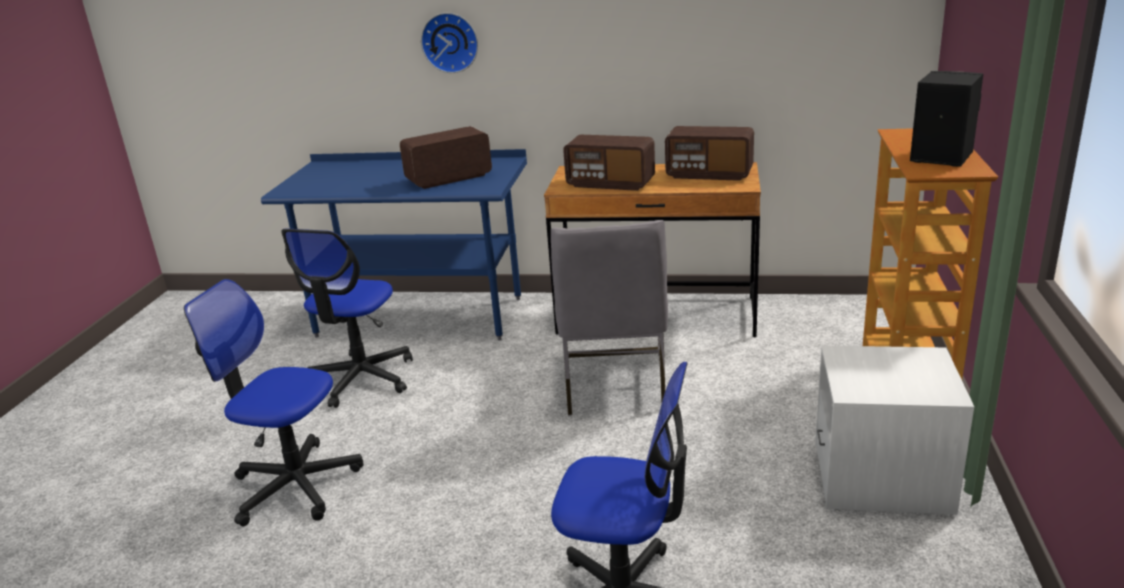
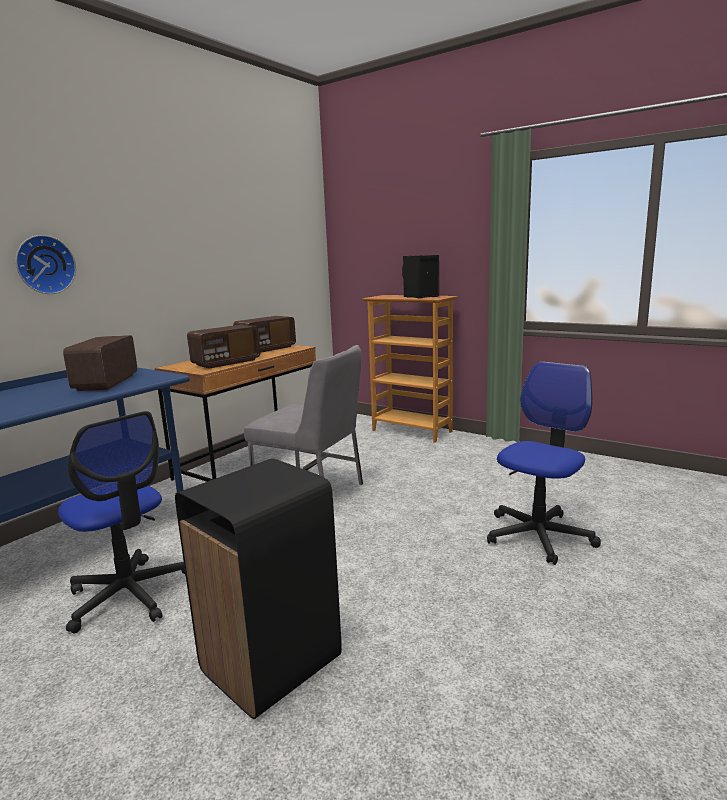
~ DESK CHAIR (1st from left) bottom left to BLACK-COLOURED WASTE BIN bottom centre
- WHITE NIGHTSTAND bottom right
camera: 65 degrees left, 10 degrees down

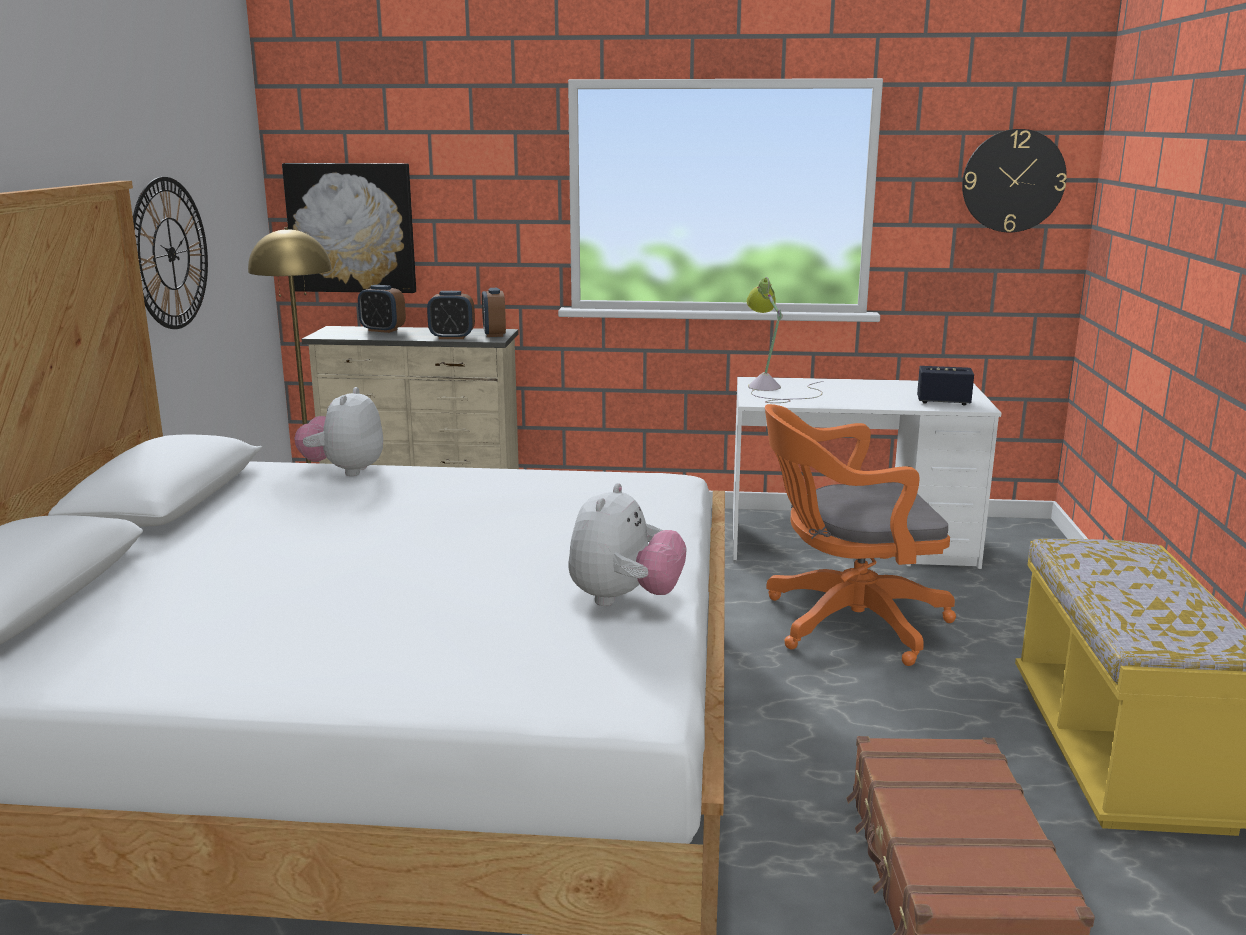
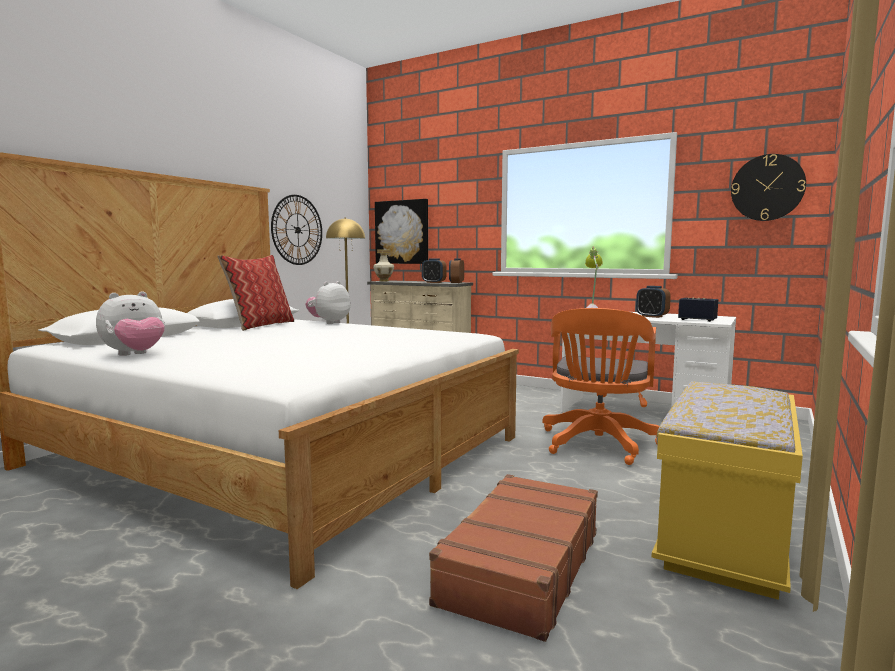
~ BEDSIDE CLOCK (1st from left in the first image) top left to BEDSIDE CLOCK (3rd from left) middle right
~ ORANGE-COLOURED DESK CHAIR middle right = middle right 90 degrees counterclockwise
~ CUDDLY TOY (2nd from left in the first image) centre to CUDDLY TOY (1st from left) middle left
+ FLOWER VASE centre
+ PILLOW middle left
camera: 25 degrees right, 10 degrees down

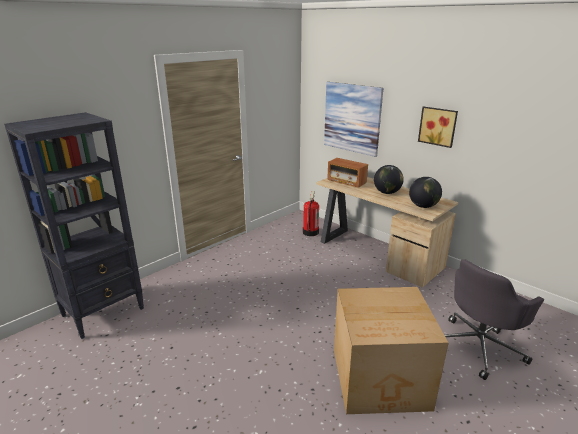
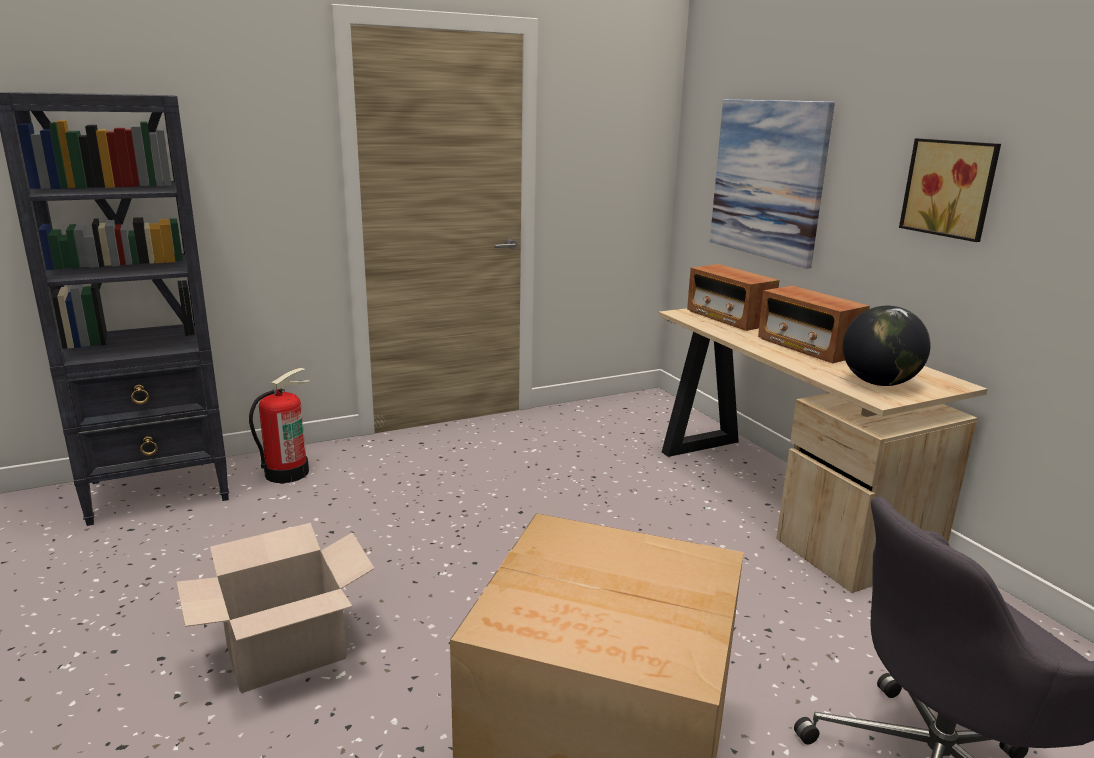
~ DESK GLOBE (1st from left) middle right to RADIO (2nd from left) middle right
~ EXTINGUISHER centre to middle left
+ CARDBOARD BOX (1st from left) bottom left
camera: 20 degrees right, 5 degrees down

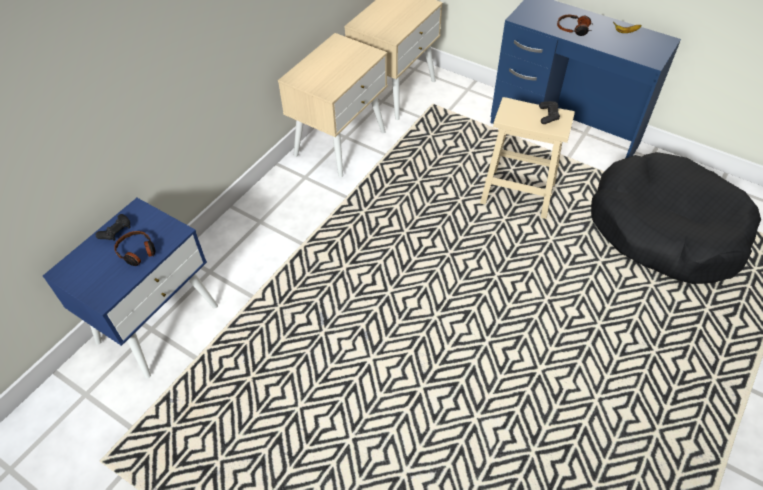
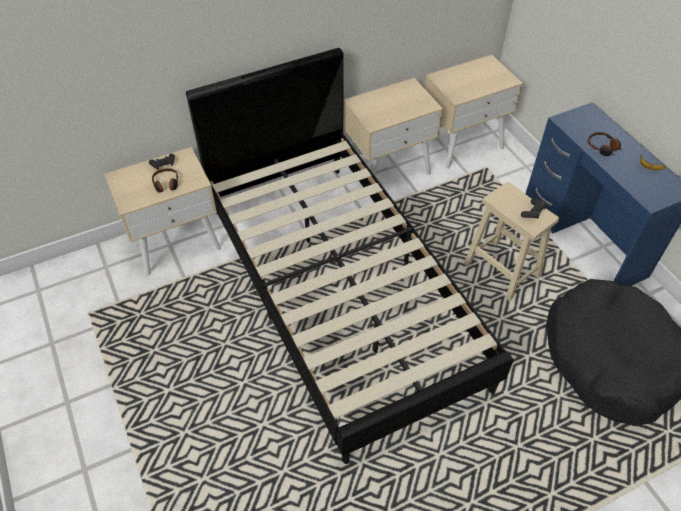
~ BLUISH NIGHTSTAND middle left to SAND-COLOURED NIGHTSTAND (1st from left) middle left
+ BLACK-COLOURED BED centre
camera: 30 degrees right, 0 degrees up

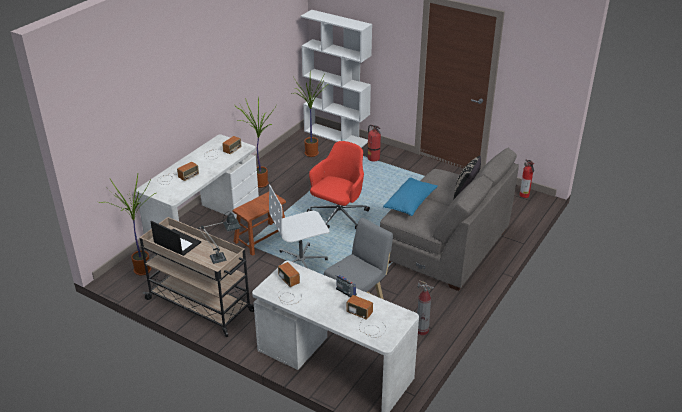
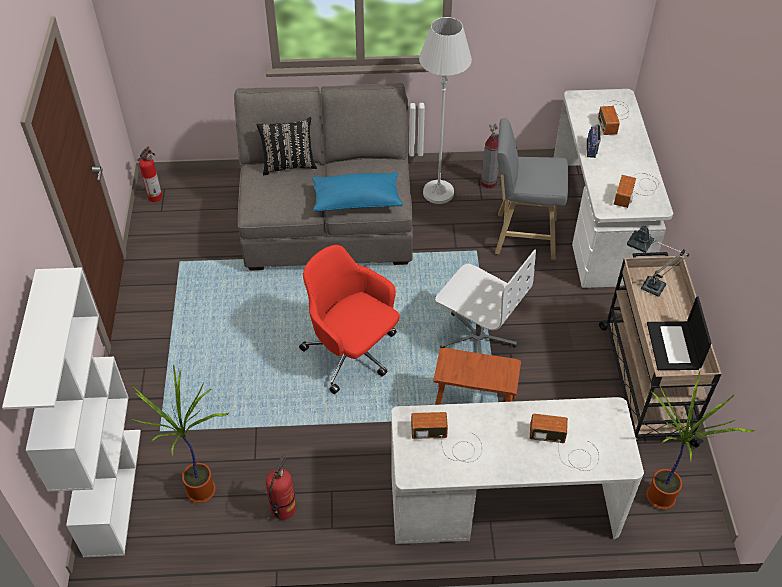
- POTTED PLANT (2nd from left) centre
~ EXTINGUISHER (1st from left in the first image) centre to EXTINGUISHER (2nd from left) bottom centre
~ RED DESK CHAIR centre = centre 45 degrees clockwise
+ WHITE STANDING LAMP top centre
camera: 125 degrees left, 15 degrees up

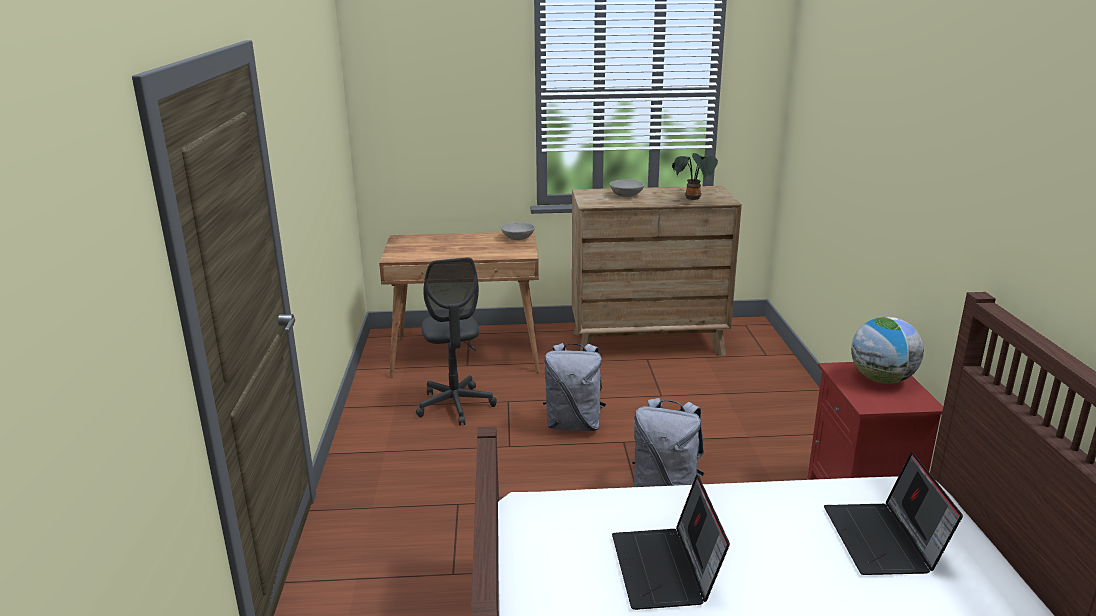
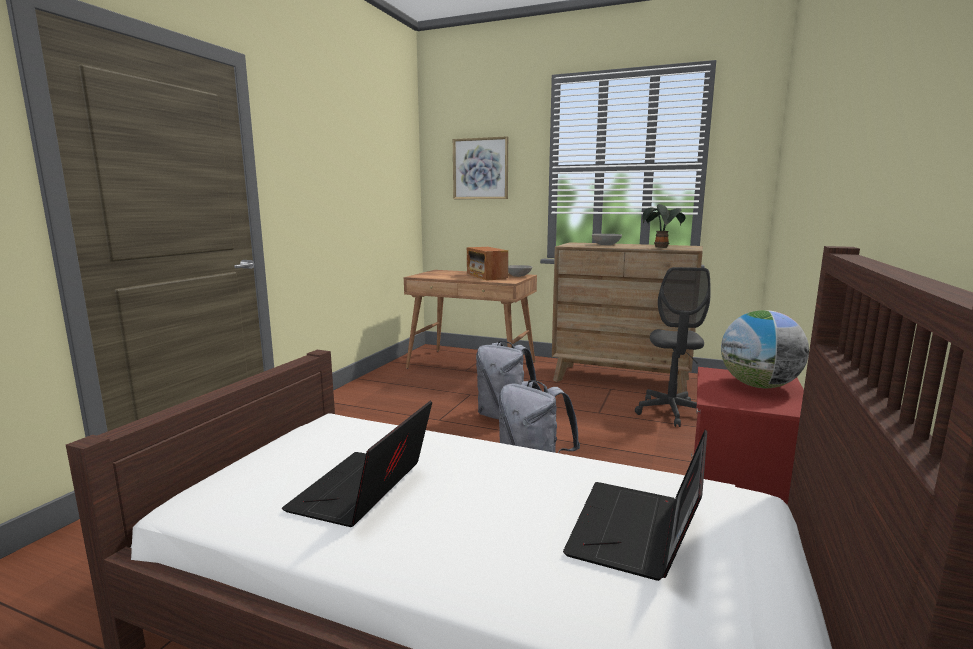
~ GREY DESK CHAIR centre to middle right
+ PICTURE top centre
+ RADIO centre
camera: 25 degrees right, 10 degrees down

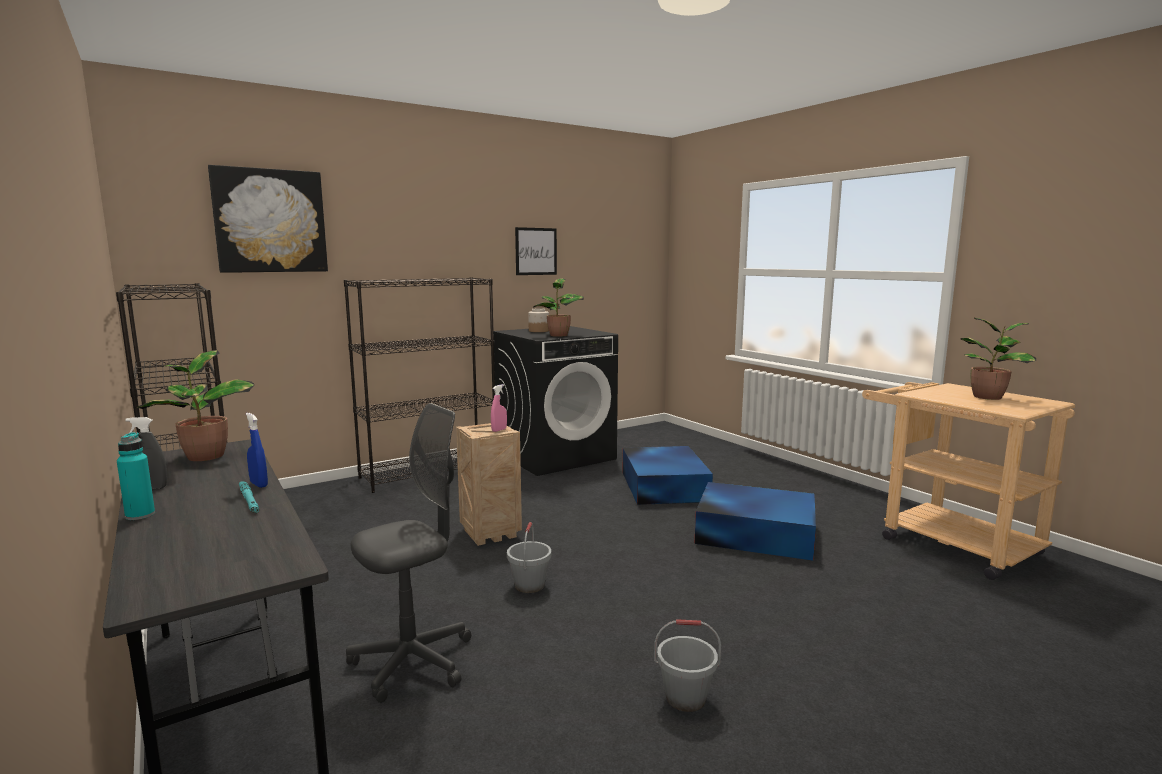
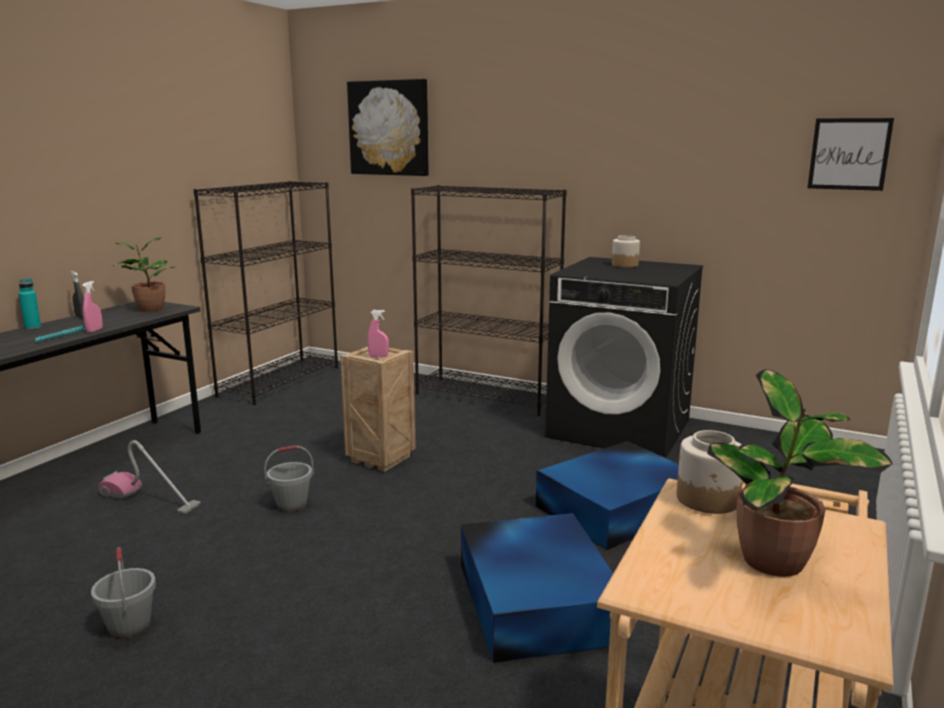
~ PICTURE (2nd from left) top centre to top right
- POTTED PLANT (2nd from left) centre
~ GREY DESK CHAIR bottom centre to VACUUM CLEANER bottom left
~ BLUISH SPRAY BOTTLE middle left to PINK-COLOURED SPRAY BOTTLE (1st from left) middle left
+ STORAGE JAR (2nd from left) bottom right
camera: 60 degrees right, 5 degrees up

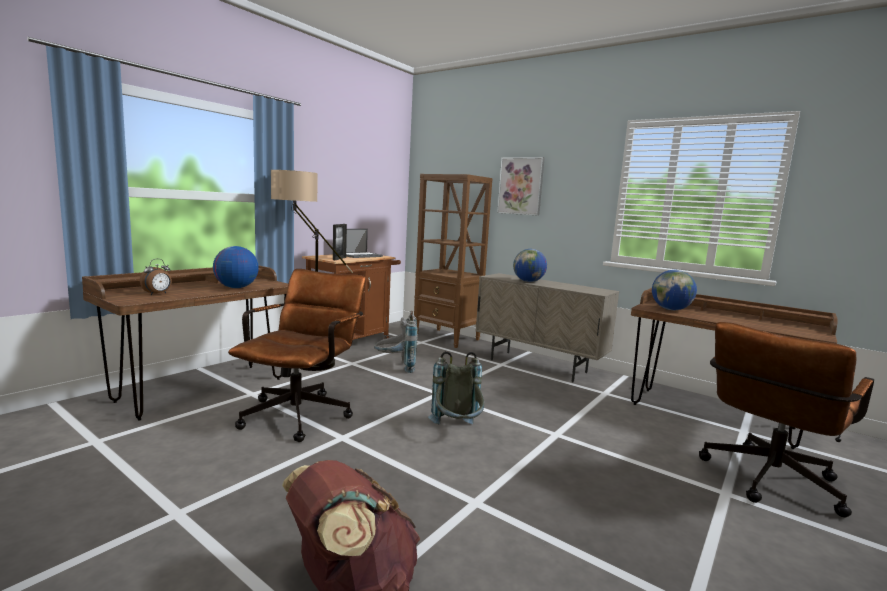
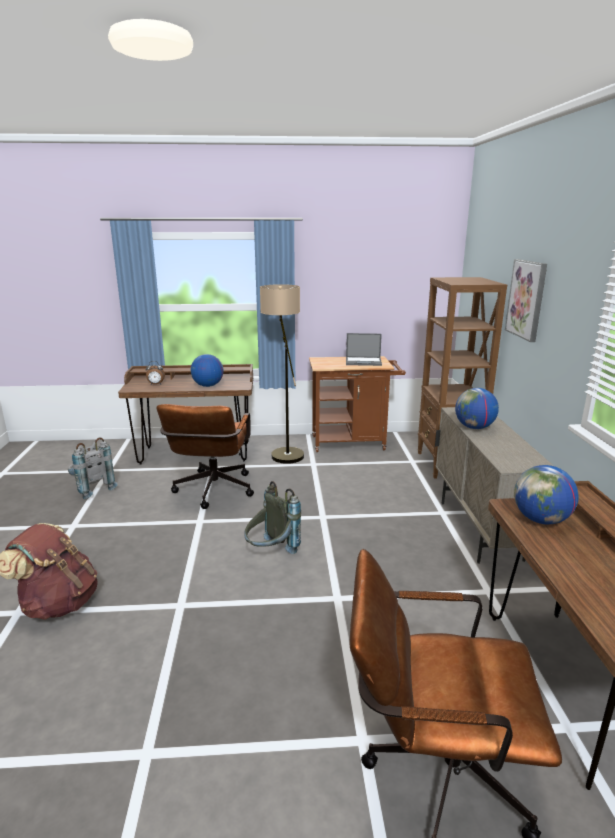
- STANDING FRAME centre
~ BROWN DESK CHAIR (1st from left) centre = centre 120 degrees clockwise
~ GREY RUCKSACK (1st from left) centre to middle left
camera: 50 degrees right, 10 degrees up

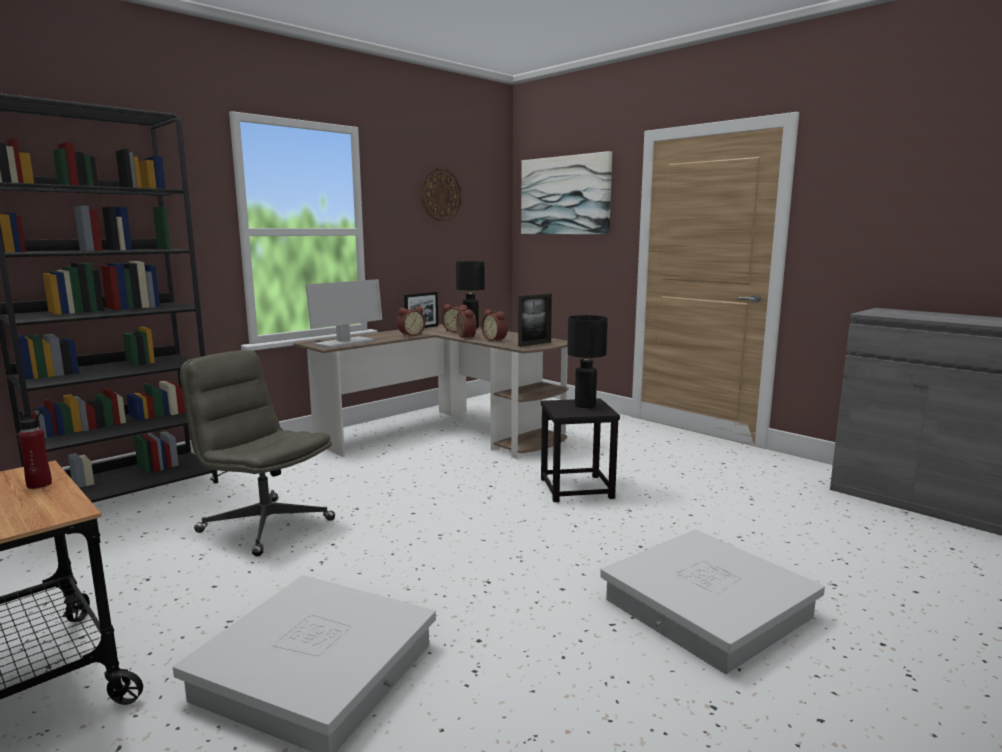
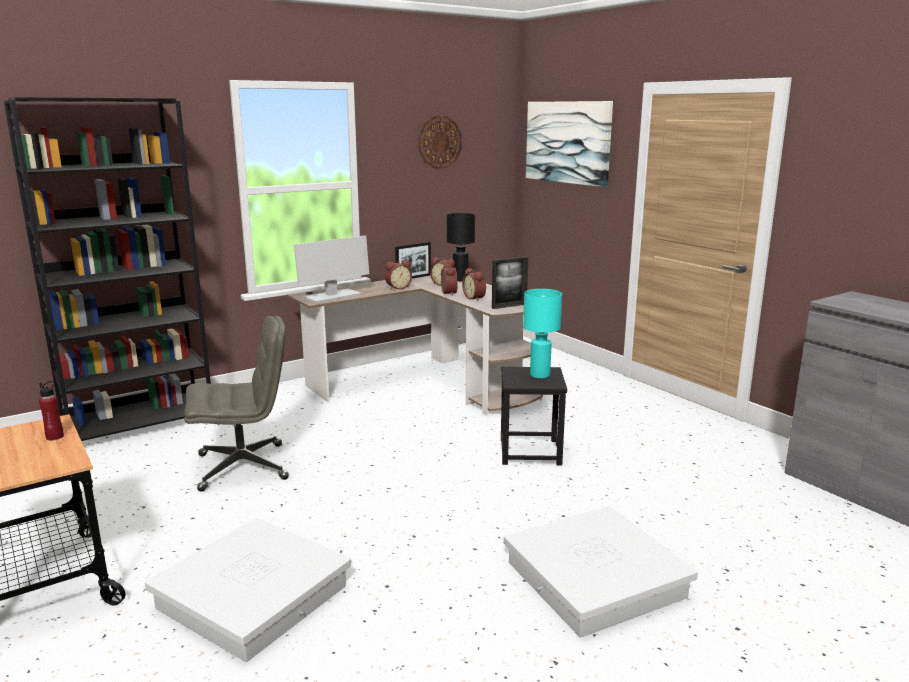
~ BLACK-COLOURED TABLE LAMP (2nd from left) centre to TURQUOISE TABLE LAMP centre
~ GREY DESK CHAIR middle left = middle left 120 degrees clockwise
camera: 10 degrees right, 5 degrees up

